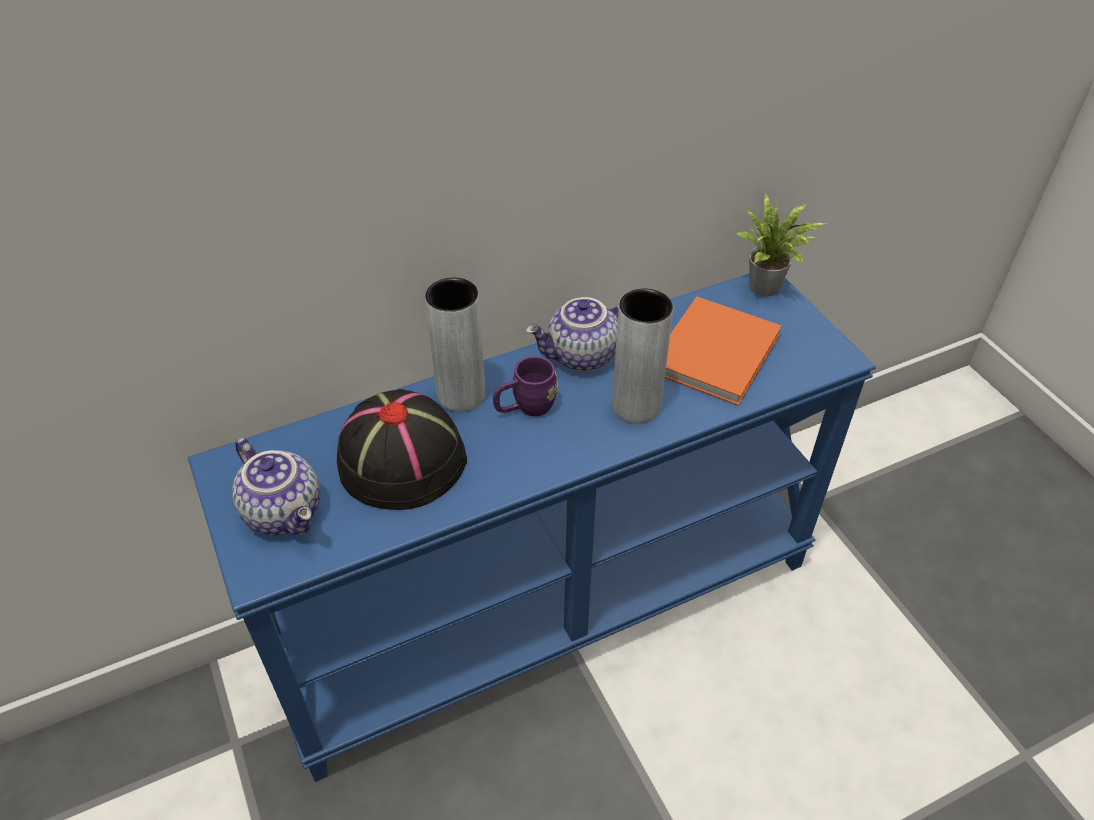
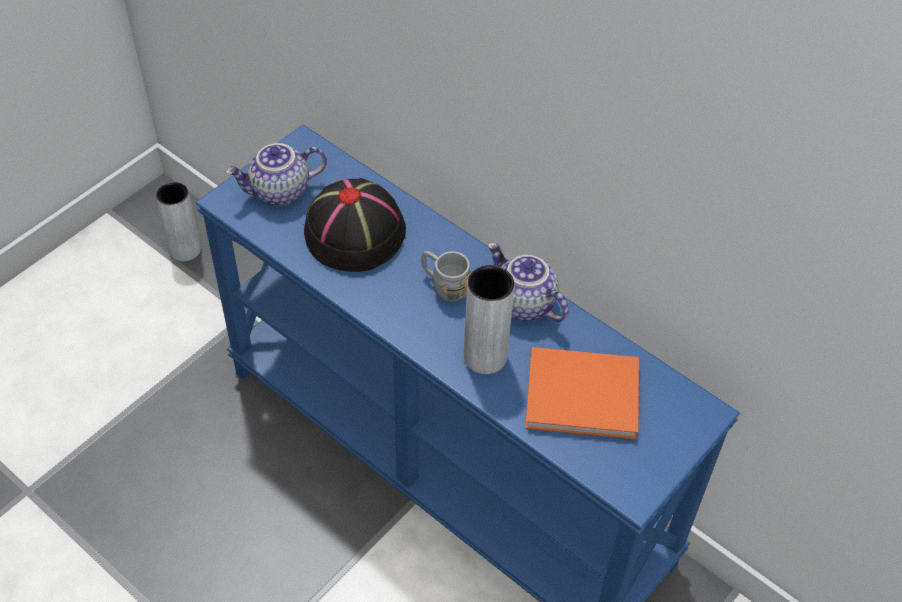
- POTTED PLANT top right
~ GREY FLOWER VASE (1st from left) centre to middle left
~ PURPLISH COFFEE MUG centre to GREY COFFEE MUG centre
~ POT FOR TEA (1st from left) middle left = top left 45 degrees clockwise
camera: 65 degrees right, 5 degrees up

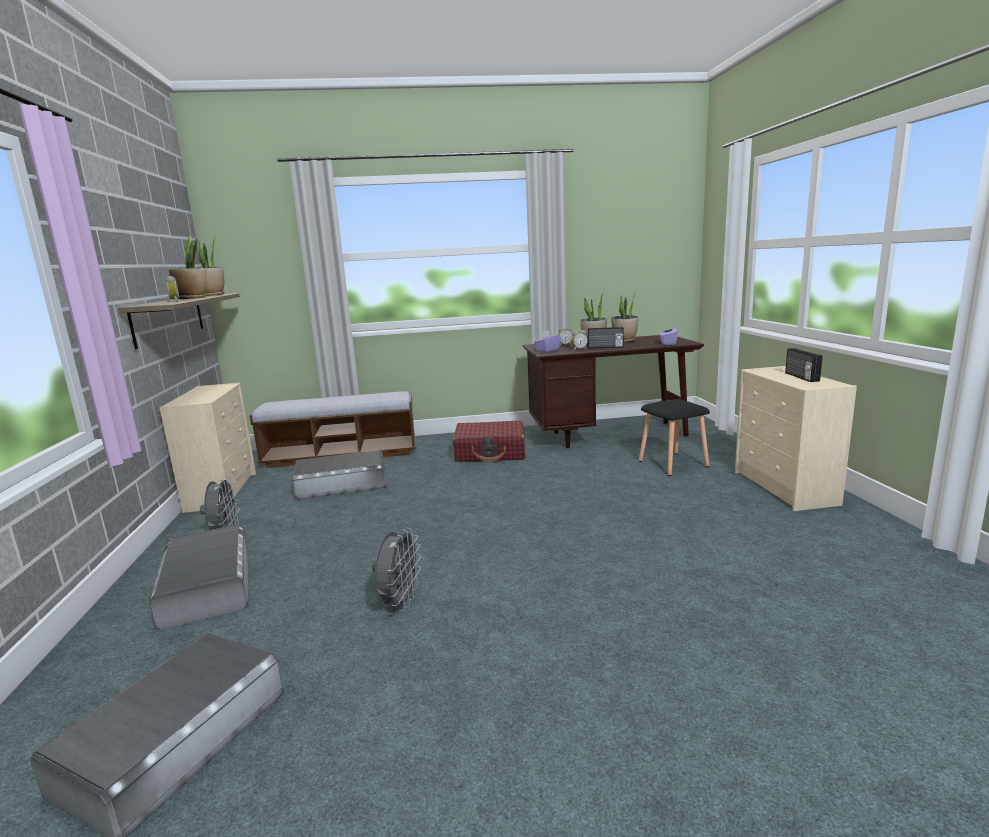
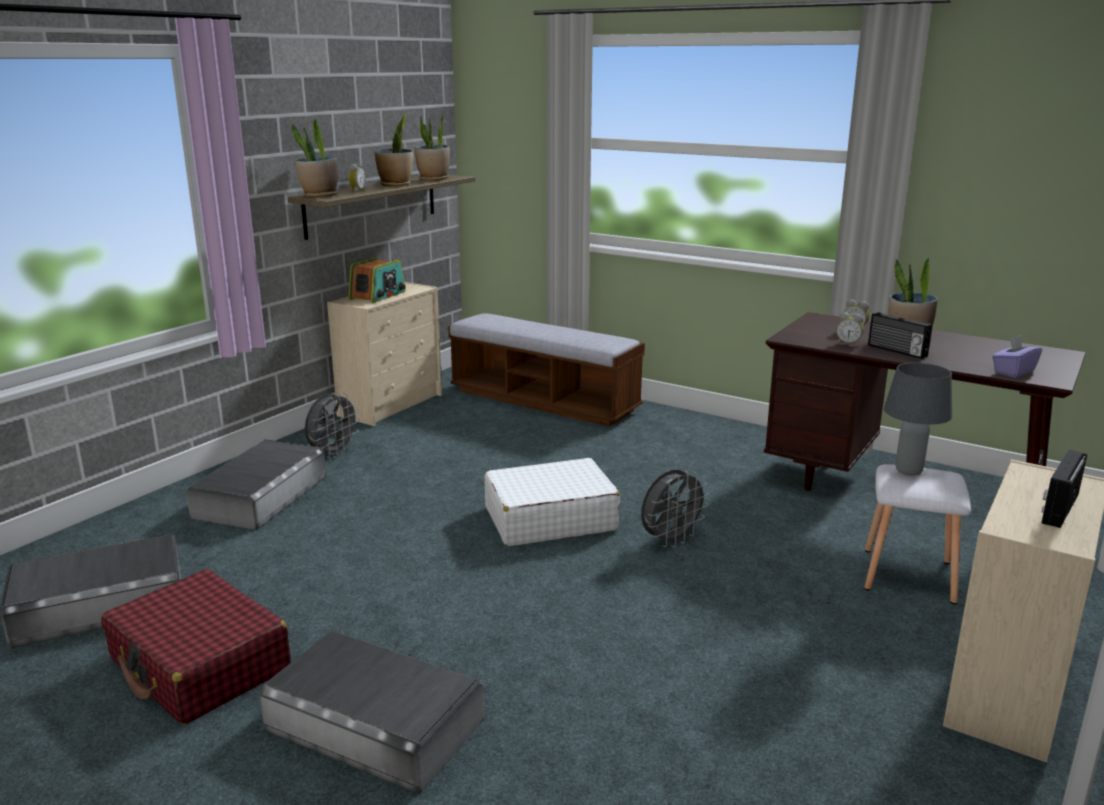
~ POTTED PLANT (4th from left in the first image) centre to POTTED PLANT (1st from left) top left
- PURPLISH BOX OF TISSUES (1st from left) centre
~ BLACK-COLOURED STOOL middle right to WHITE STOOL middle right
~ RED TRAVEL CASE centre to bottom left
~ GREY STORAGE BIN (3rd from left) centre to bottom centre
~ GREY FAN (2nd from left) bottom centre to centre
+ RADIO (1st from left) centre
+ GREY TABLE LAMP middle right
+ WHITE TRAVEL CASE centre
camera: 40 degrees right, 5 degrees up

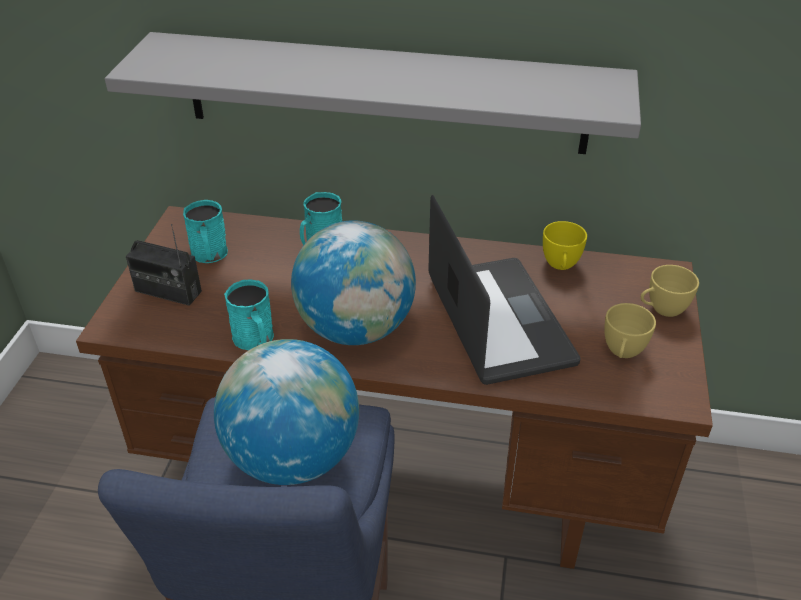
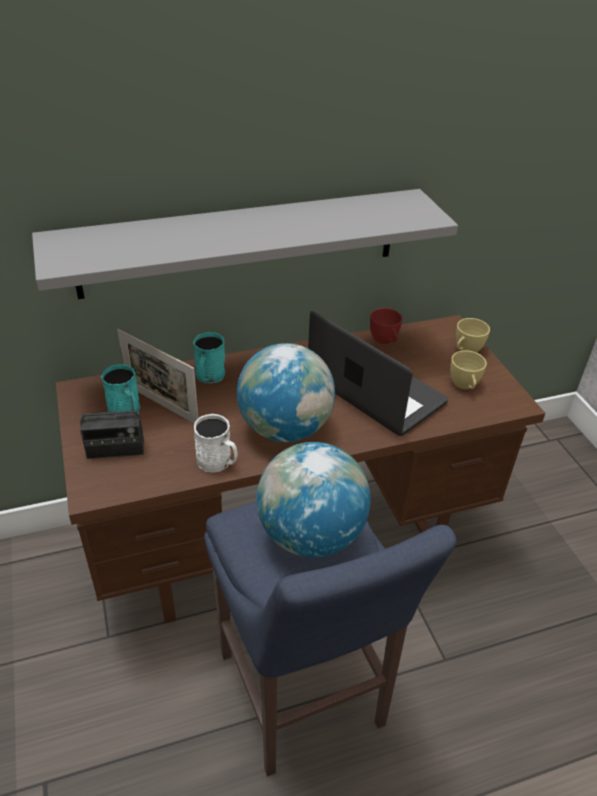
~ YELLOW-COLOURED DRINKING CUP (1st from left) middle right to RED DRINKING CUP centre
~ TURQUOISE COFFEE MUG (2nd from left) middle left to WHITE COFFEE MUG centre
+ STANDING FRAME middle left
camera: 30 degrees left, 0 degrees up

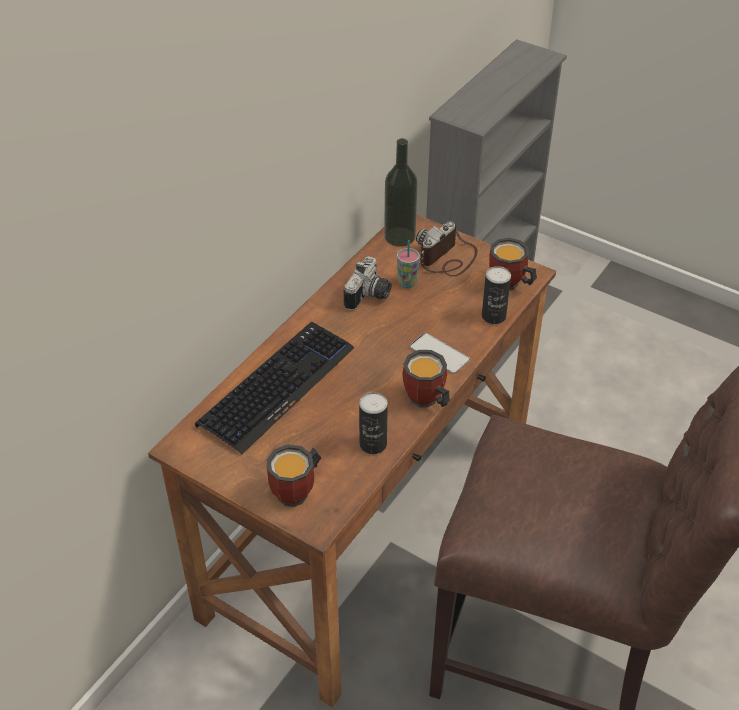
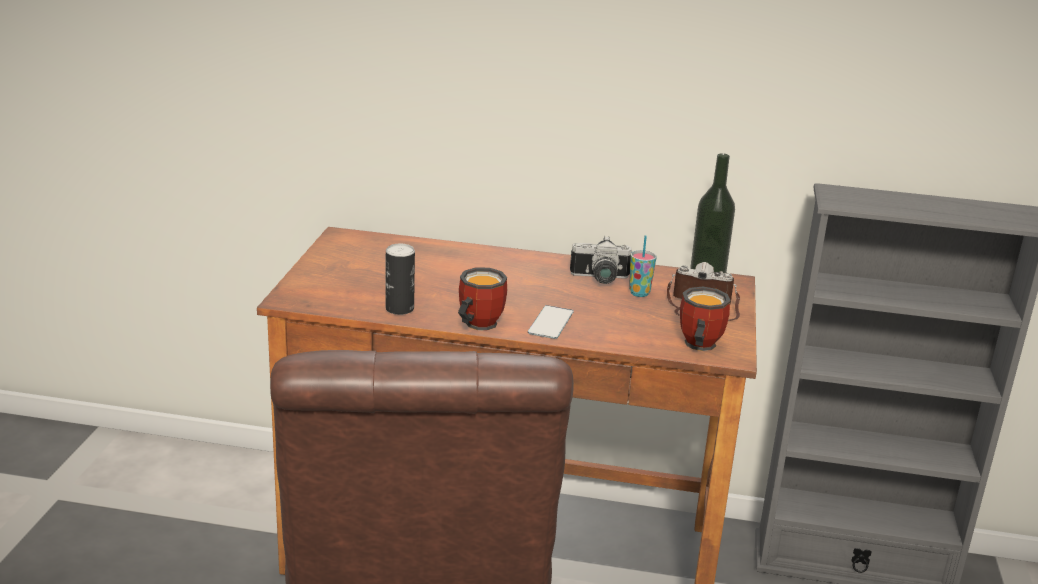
- SEALED CAN (2nd from left) middle right
- KEYBOARD centre
- COFFEE MUG (1st from left) bottom centre
camera: 65 degrees right, 20 degrees down

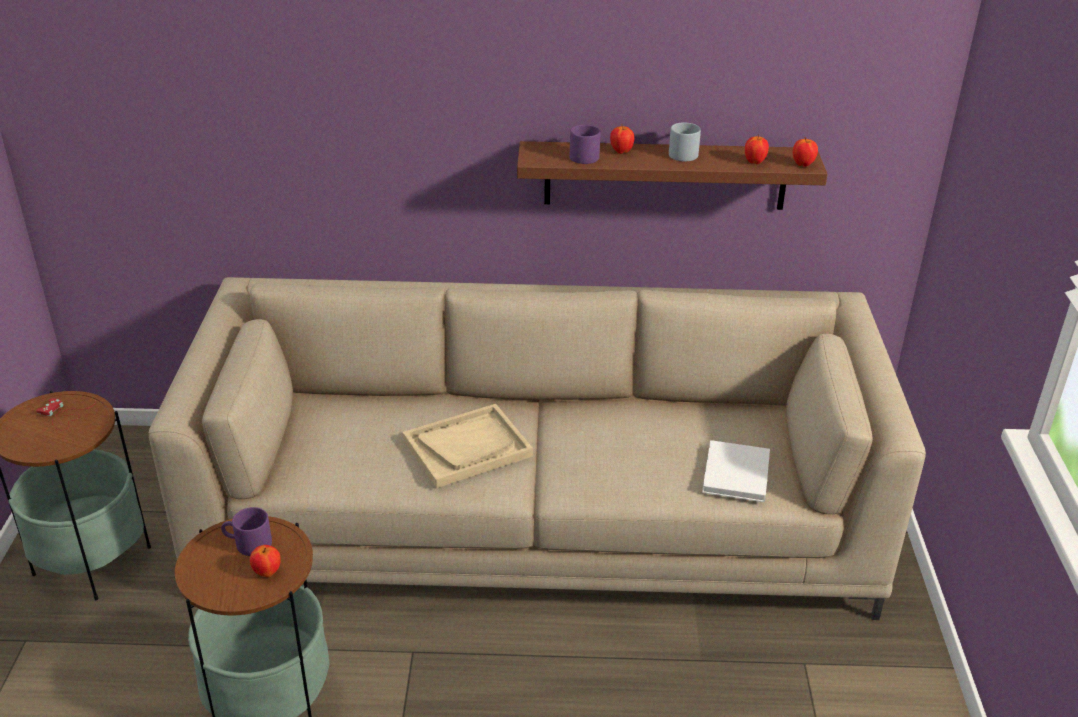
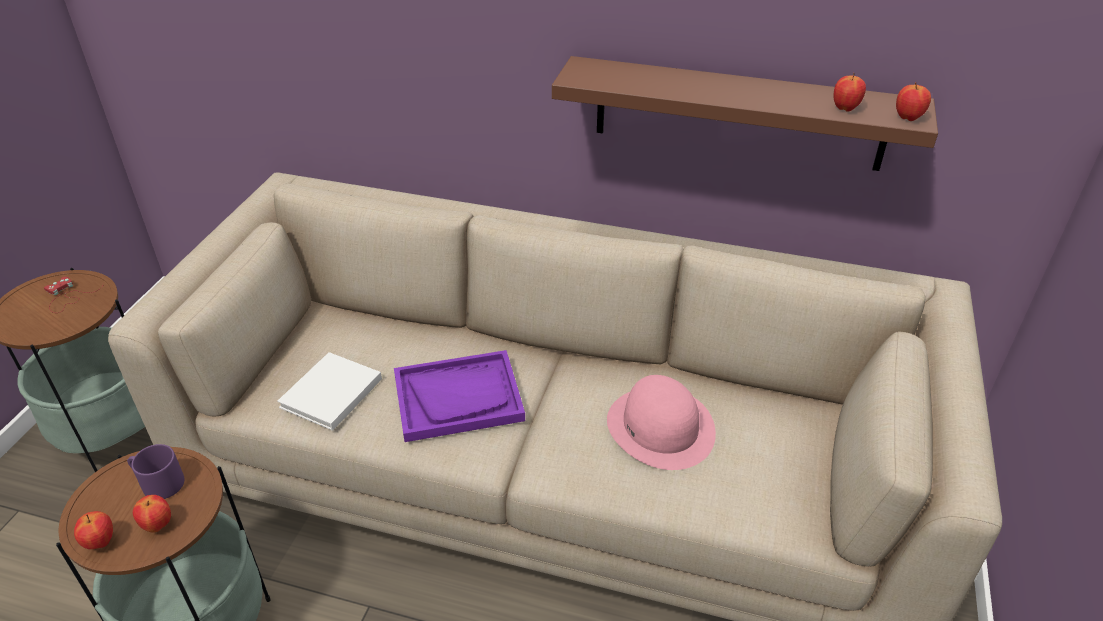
- GREY COFFEE MUG top centre
~ WHOLE APPLE (2nd from left in the first image) top centre to WHOLE APPLE (1st from left) bottom left
- PURPLISH COFFEE MUG (2nd from left) top centre
~ SAND-COLOURED TRAY centre to PURPLISH TRAY centre
~ WHITE BOUND BOOK middle right to middle left
+ PINK-COLOURED CLOTHING HAT bottom centre
camera: 15 degrees right, 5 degrees up

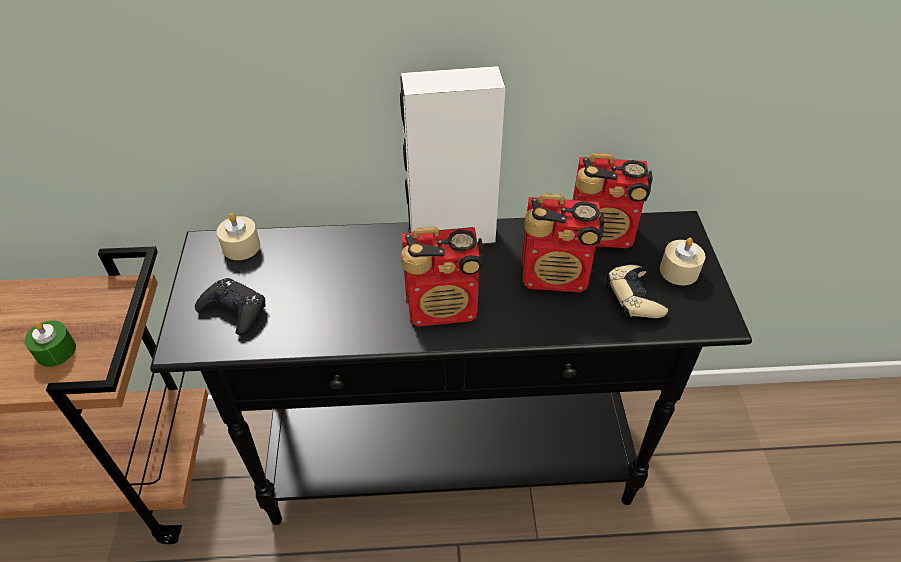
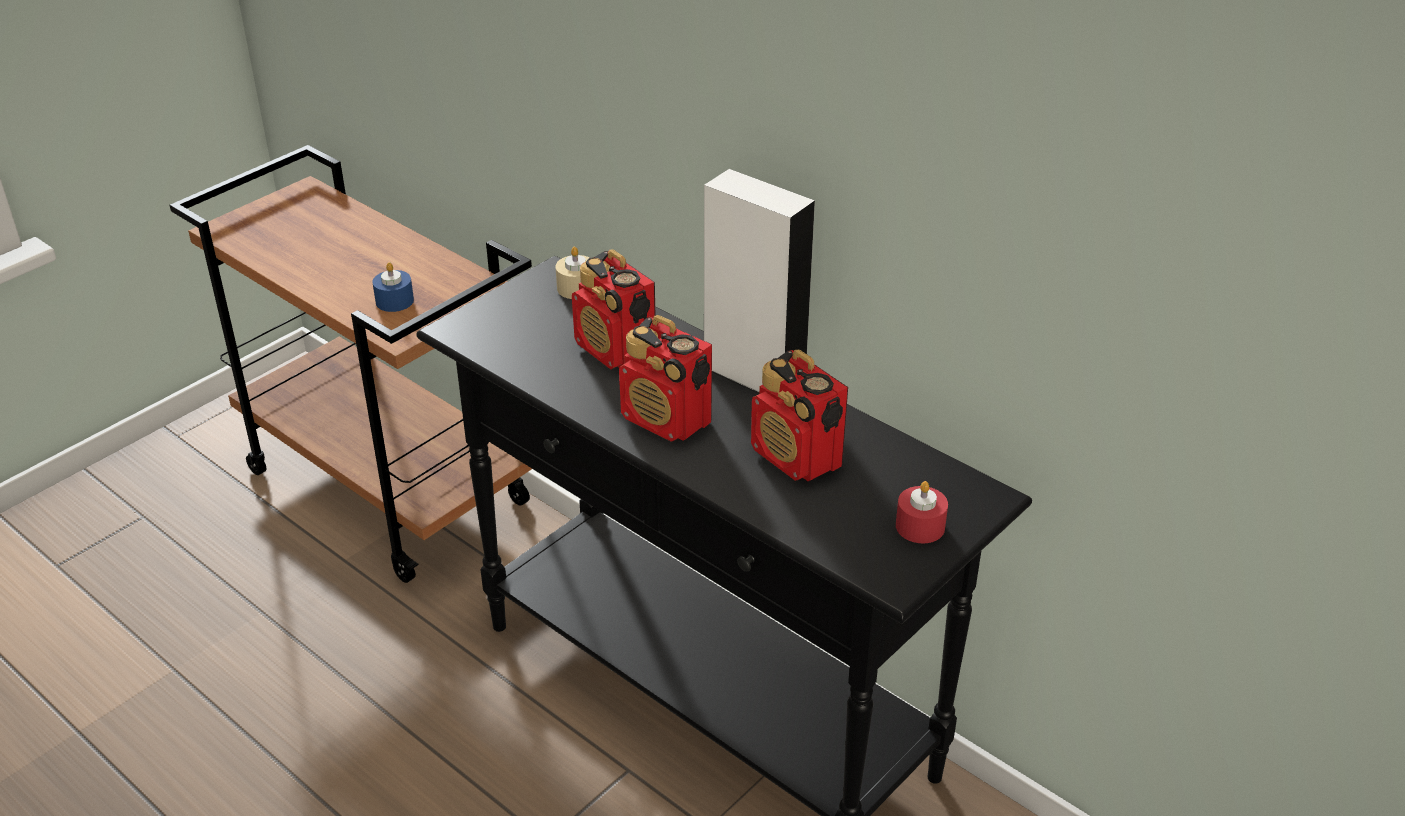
~ RADIO (3rd from left in the first image) middle right to RADIO (1st from left) centre
~ SAND-COLOURED CANDLE (2nd from left) middle right to RED CANDLE centre
- SAND-COLOURED GAMEPAD middle right
- BLACK-COLOURED GAMEPAD middle left
~ GREEN CANDLE middle left to BLUISH CANDLE middle left
camera: 45 degrees right, 10 degrees down

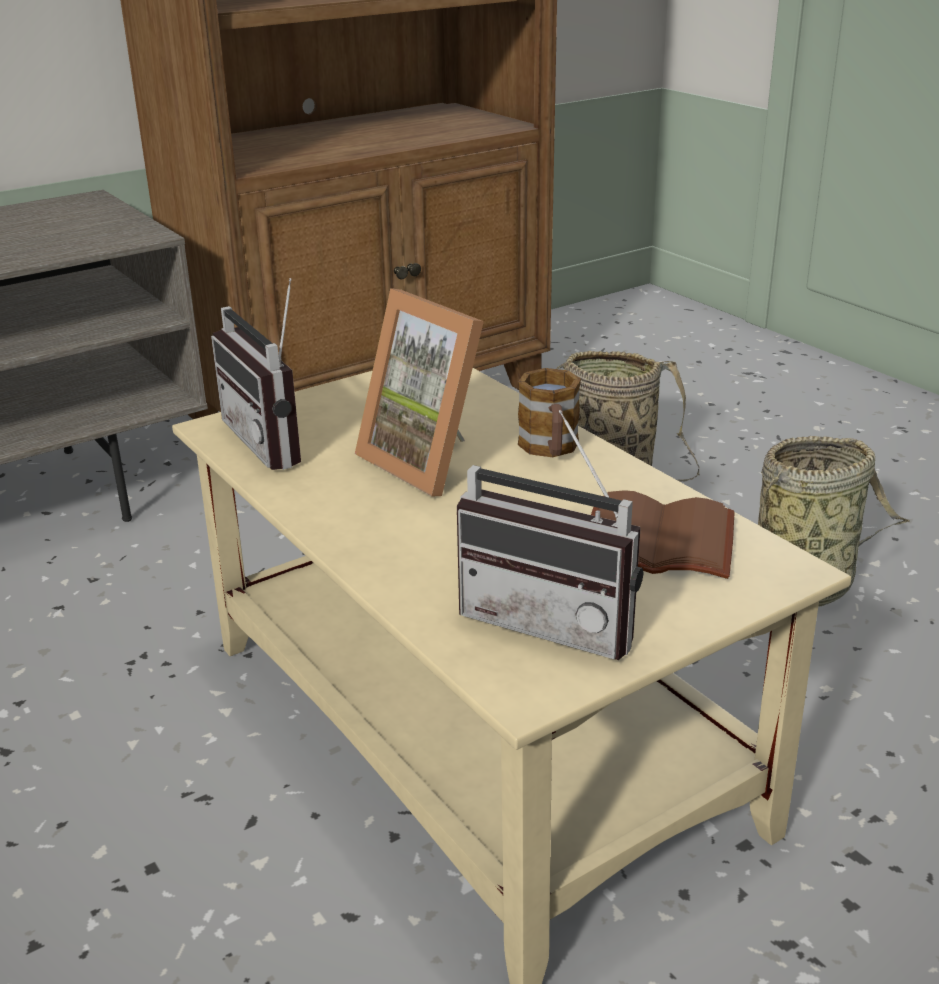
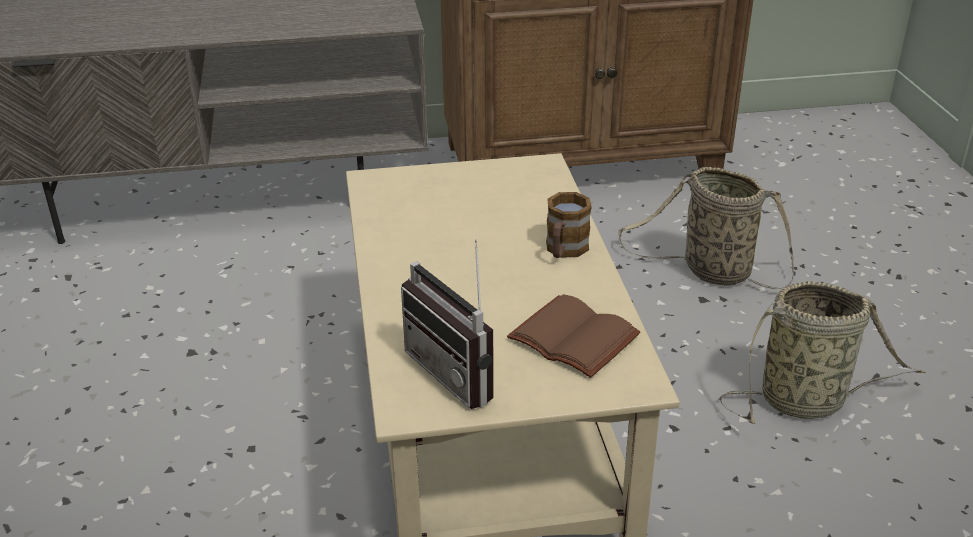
- RADIO (1st from left) middle left
- STANDING FRAME centre
camera: 25 degrees right, 5 degrees up

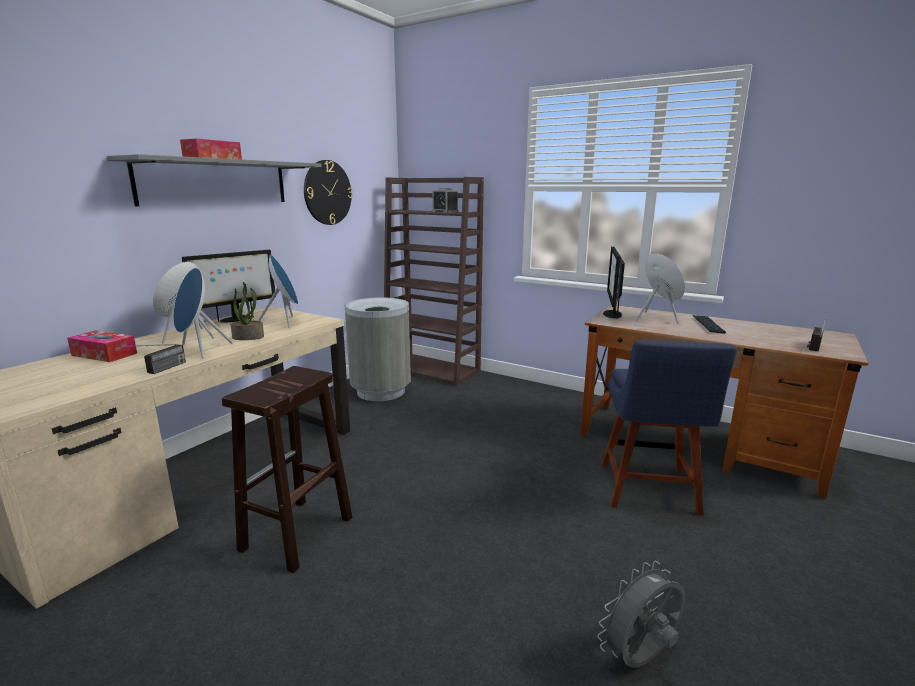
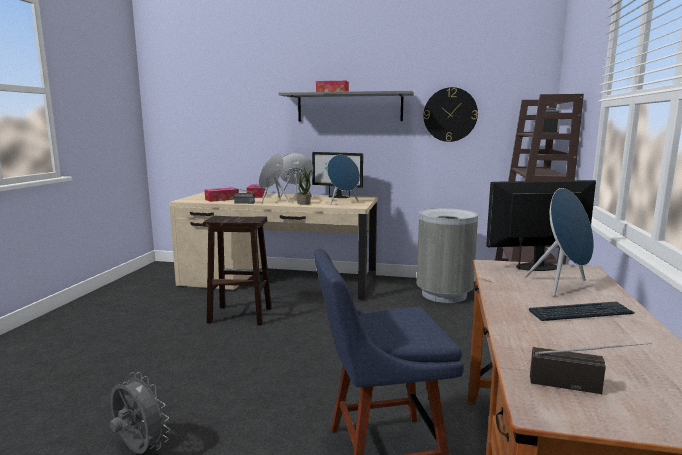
+ BOX OF TISSUES (1st from left) middle left
camera: 70 degrees right, 5 degrees down

